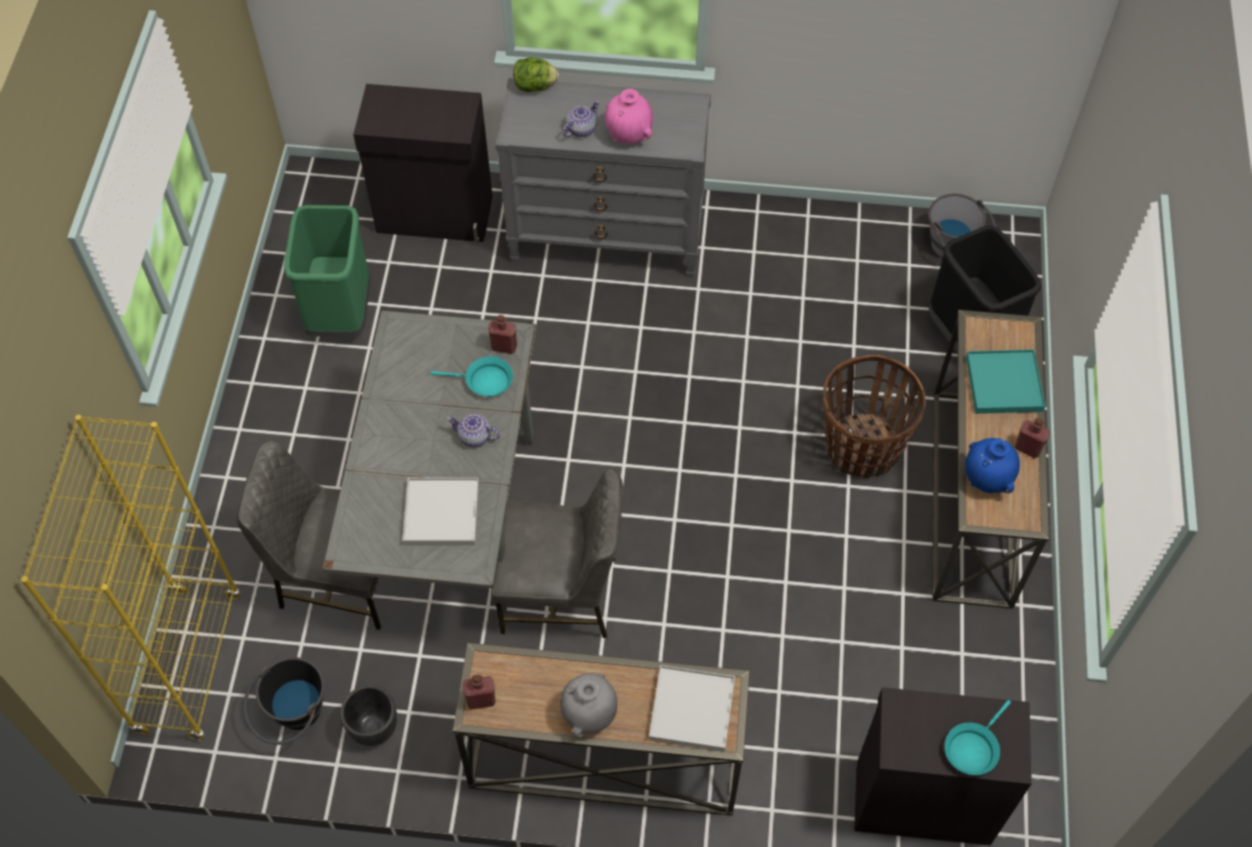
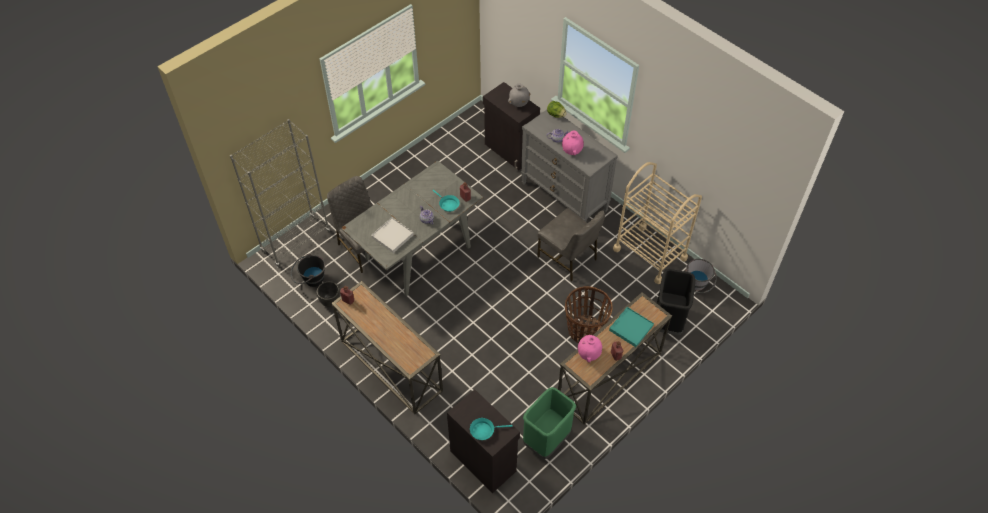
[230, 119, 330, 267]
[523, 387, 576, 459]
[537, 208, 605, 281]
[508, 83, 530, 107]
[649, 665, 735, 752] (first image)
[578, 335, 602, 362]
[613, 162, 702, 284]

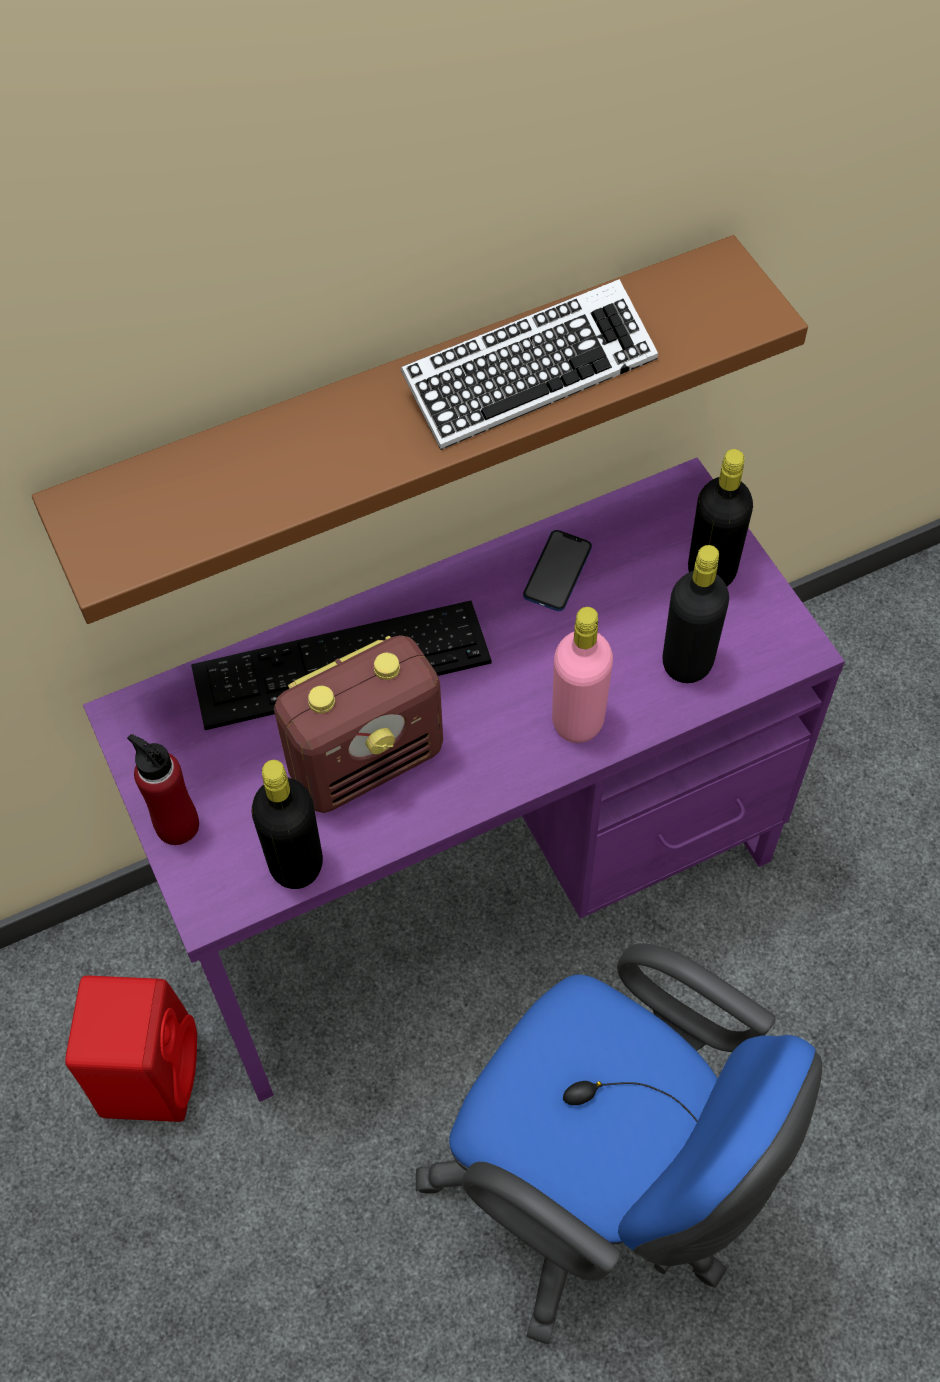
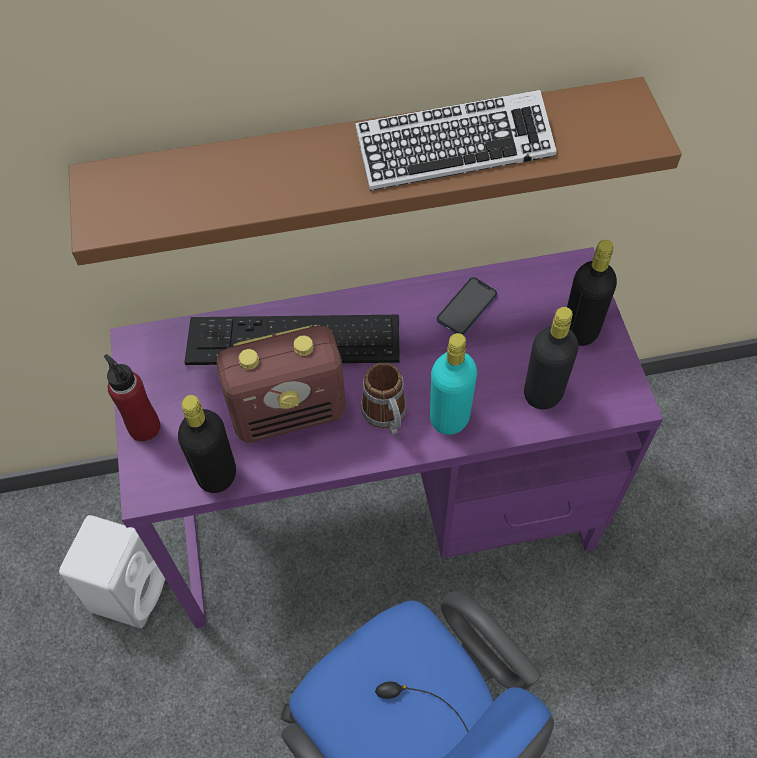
[59, 515, 165, 628]
[430, 333, 477, 435]
[361, 363, 407, 435]

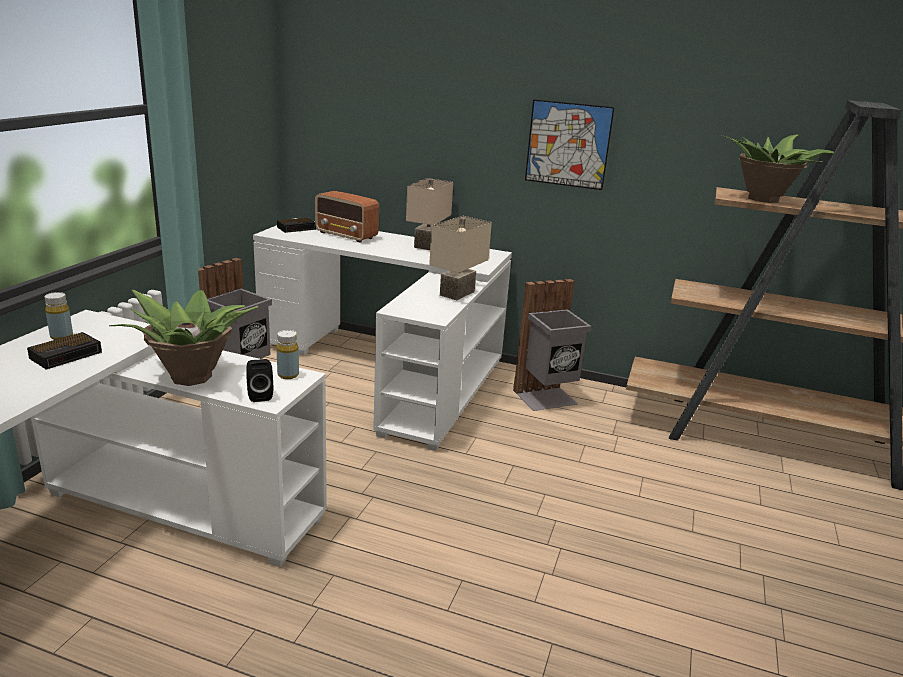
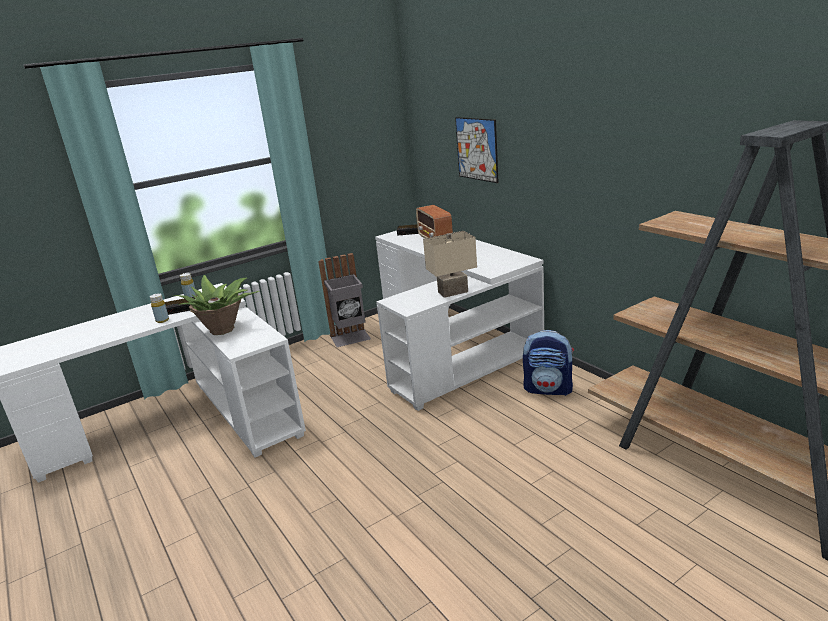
[246, 359, 273, 402] (first image)
[150, 293, 169, 323]
[406, 178, 453, 250] (first image)
[523, 330, 574, 396]
[455, 117, 499, 183]
[721, 134, 834, 203] (first image)

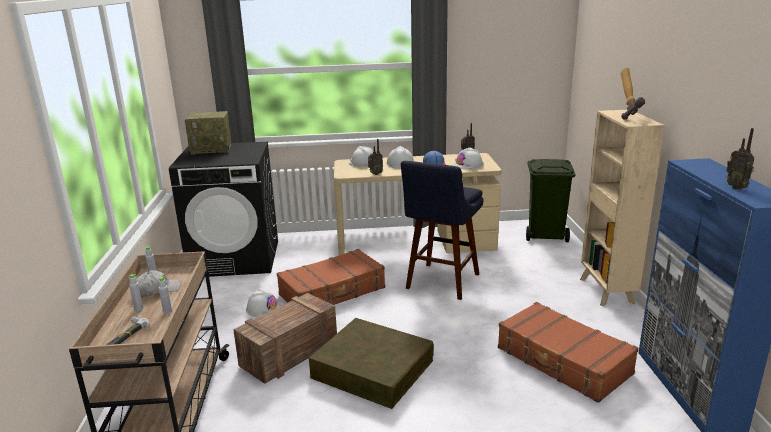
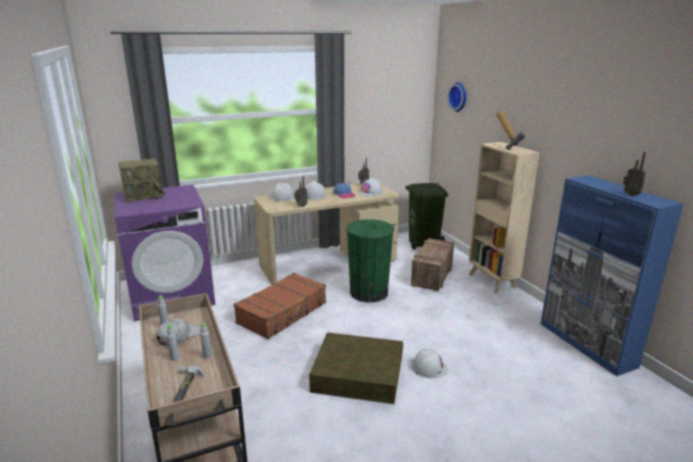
[115, 185, 215, 321]
[411, 238, 454, 291]
[411, 349, 448, 378]
[346, 219, 394, 302]
[498, 302, 638, 403] (first image)
[448, 82, 467, 112]

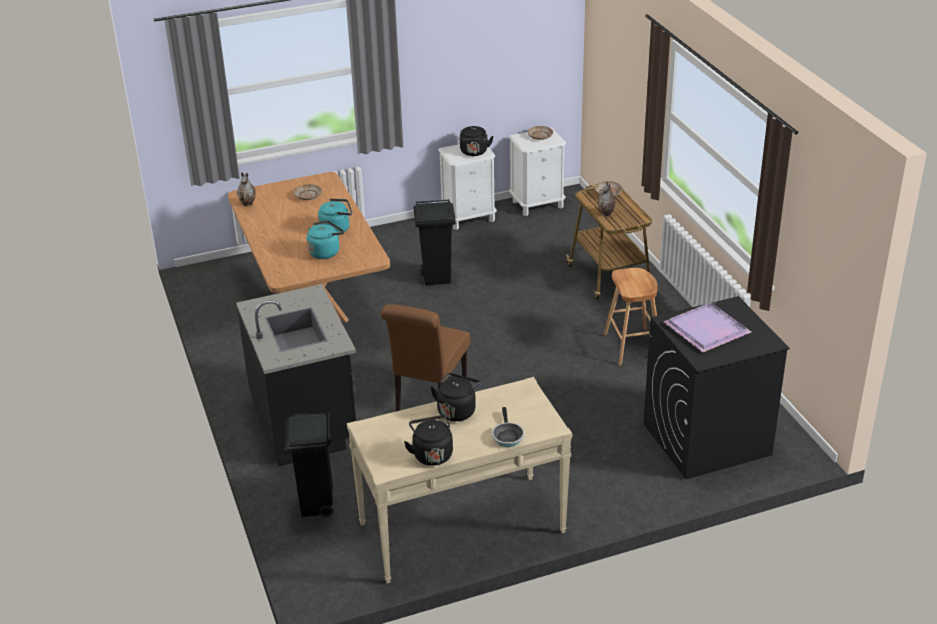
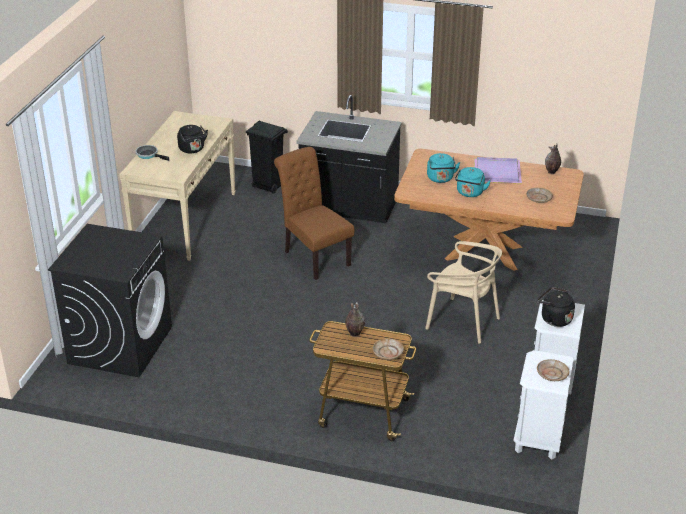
[404, 415, 453, 466] (first image)
[425, 241, 502, 344]
[604, 268, 658, 365] (first image)
[474, 157, 522, 183]

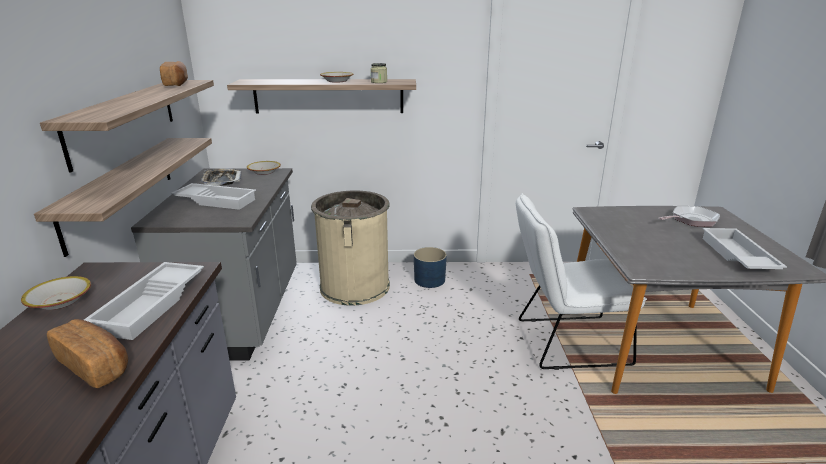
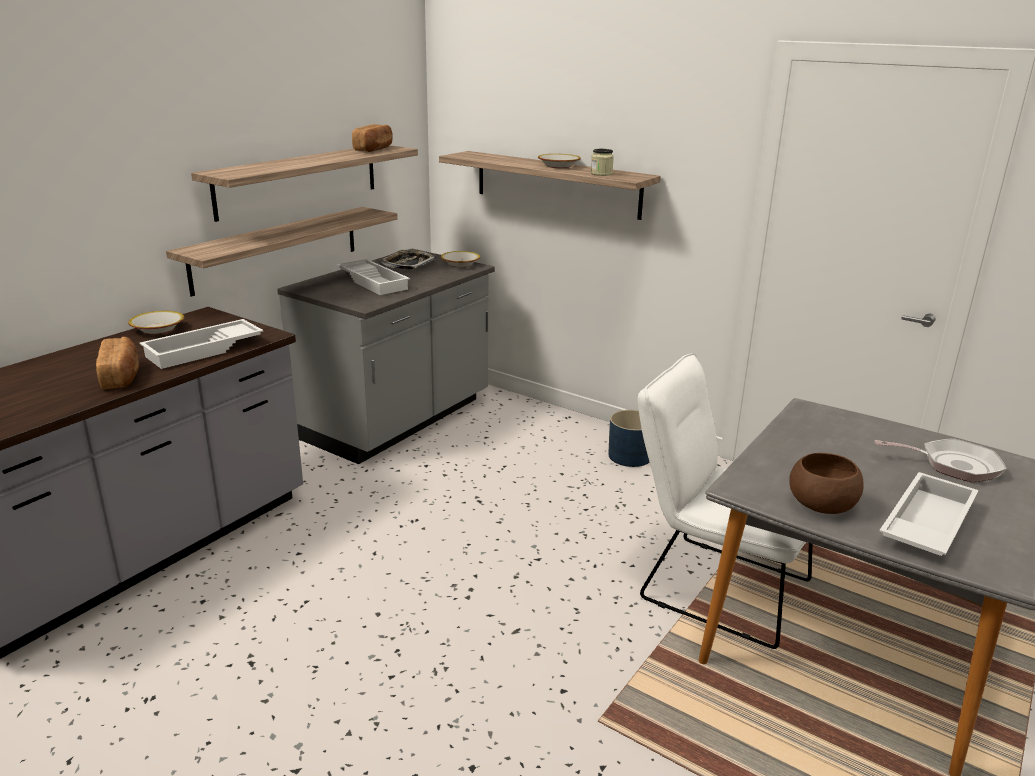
[311, 191, 390, 306] (first image)
[789, 453, 864, 514]

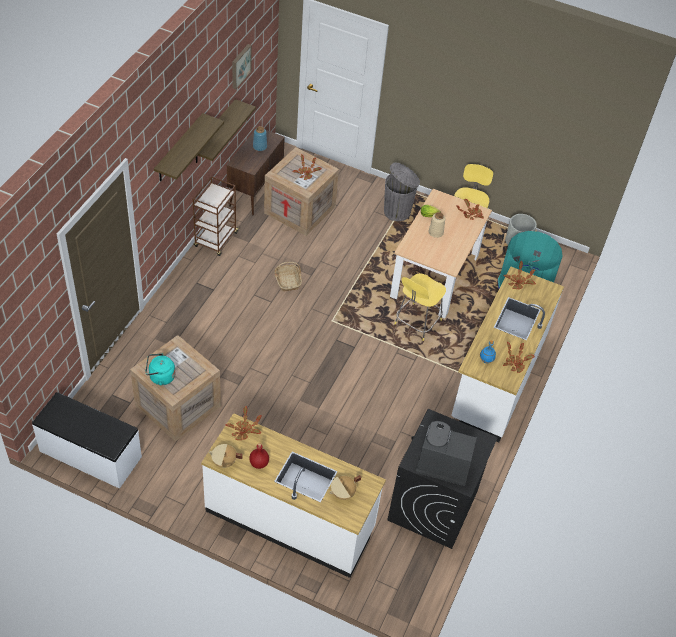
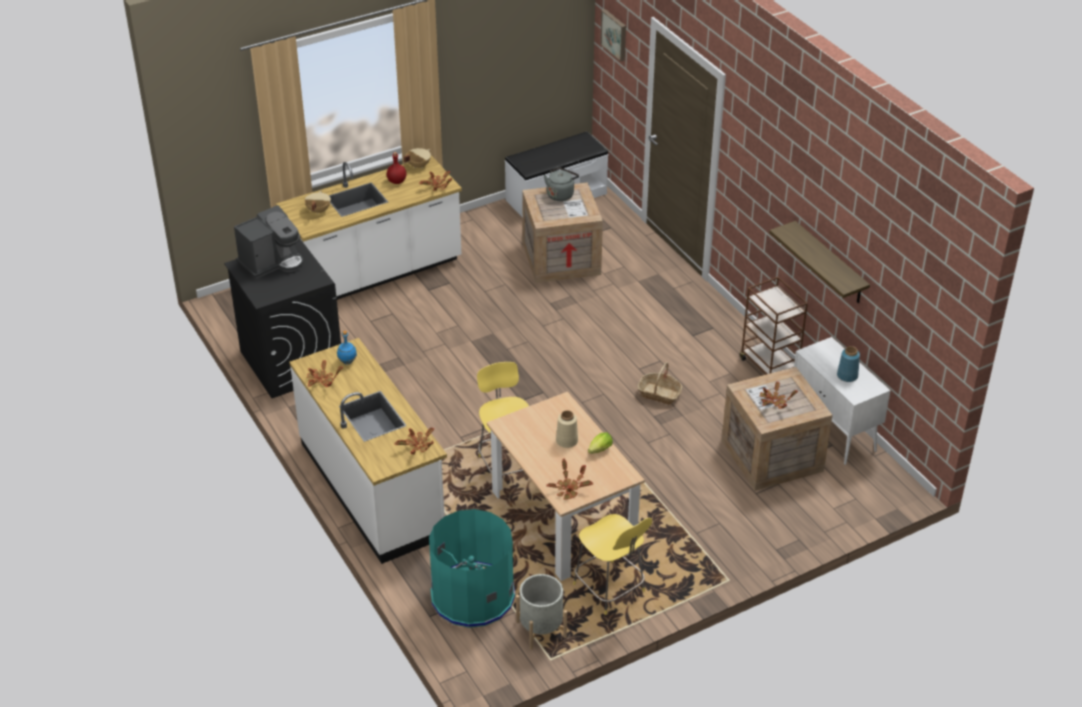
[544, 167, 579, 201]
[154, 113, 224, 181] (first image)
[794, 337, 891, 465]
[600, 9, 626, 62]
[384, 162, 420, 221] (first image)

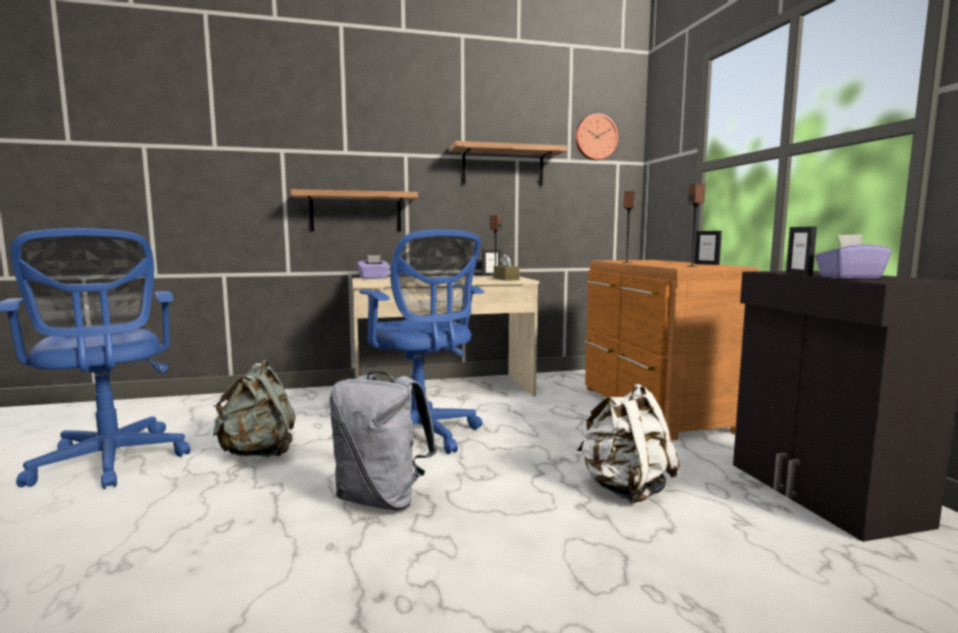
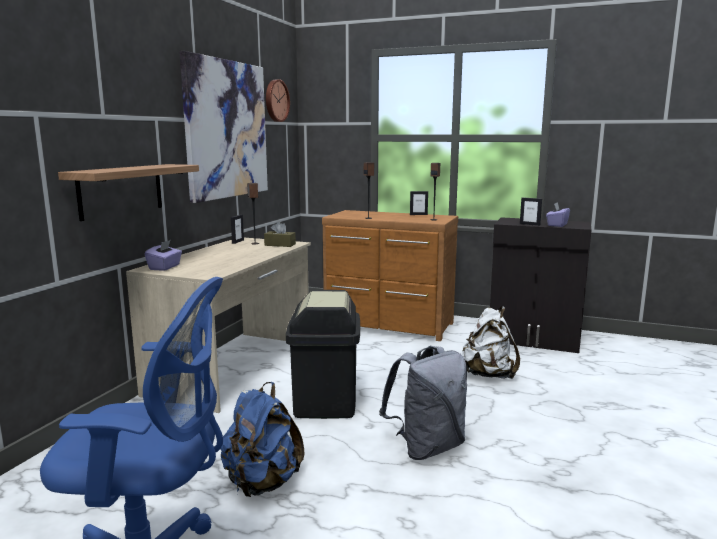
[221, 382, 304, 497]
[286, 290, 360, 419]
[180, 51, 268, 203]

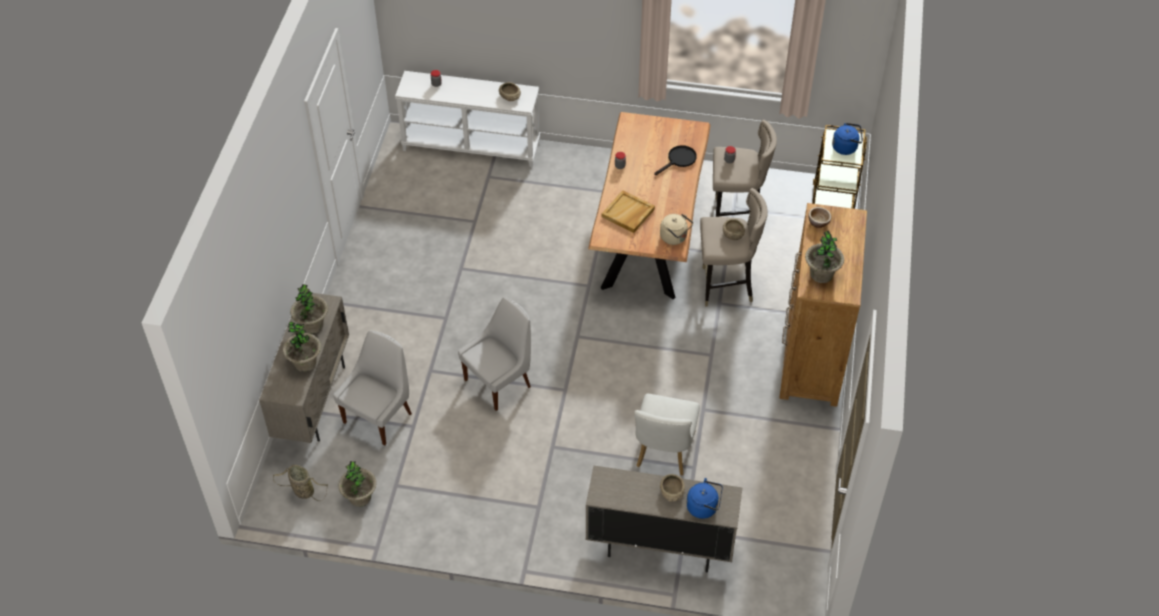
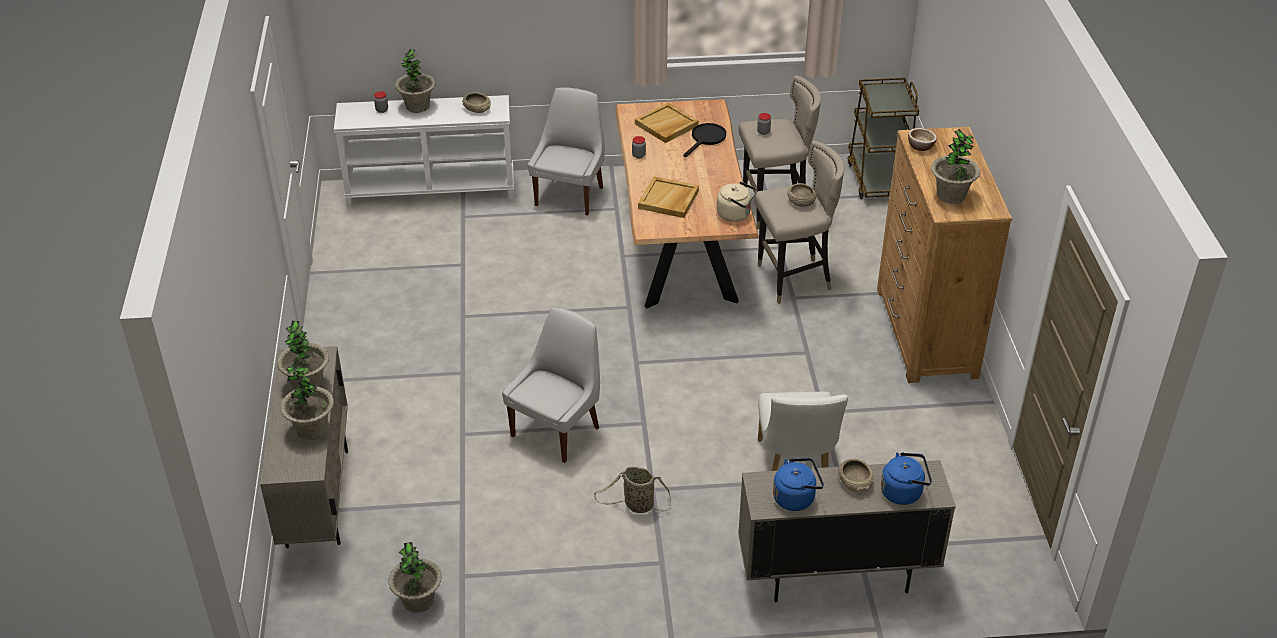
[594, 467, 671, 513]
[528, 87, 605, 215]
[773, 458, 824, 511]
[395, 49, 436, 113]
[635, 103, 699, 143]

